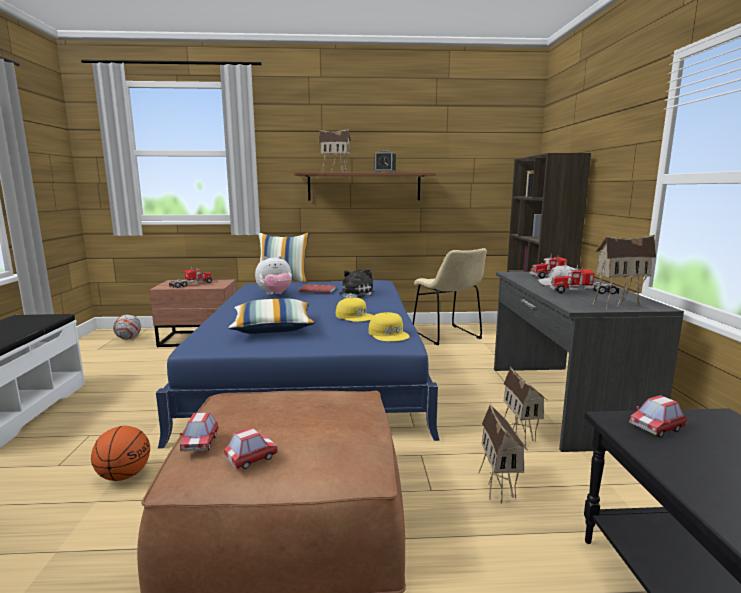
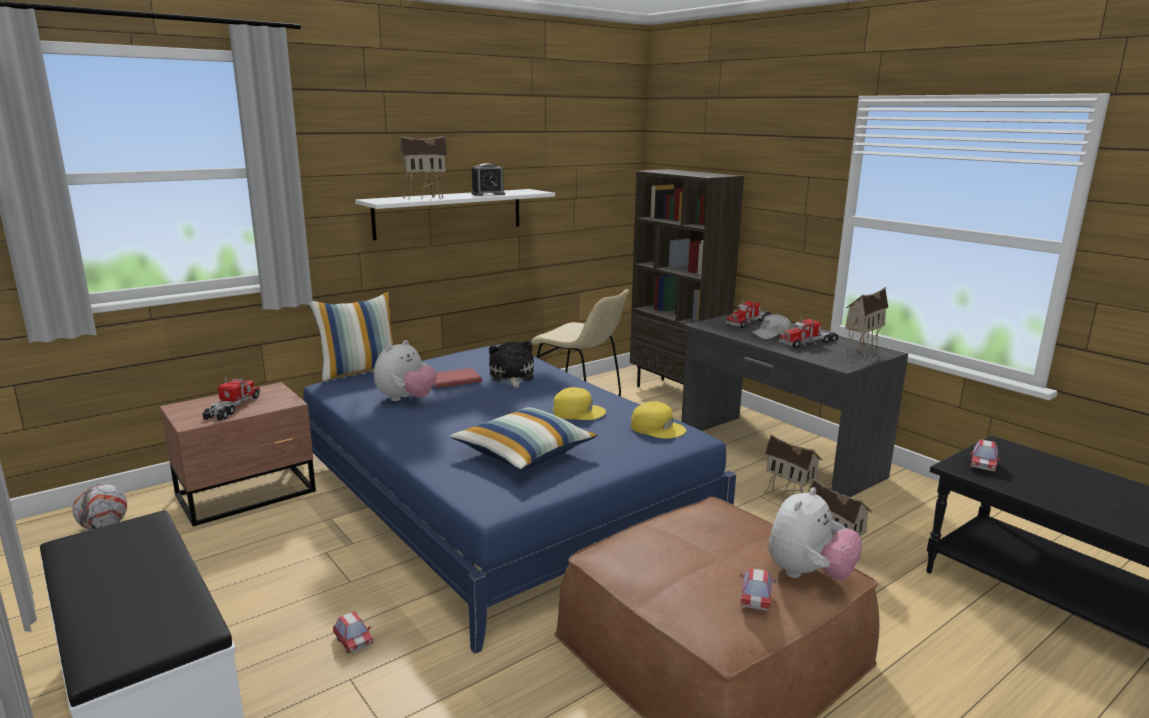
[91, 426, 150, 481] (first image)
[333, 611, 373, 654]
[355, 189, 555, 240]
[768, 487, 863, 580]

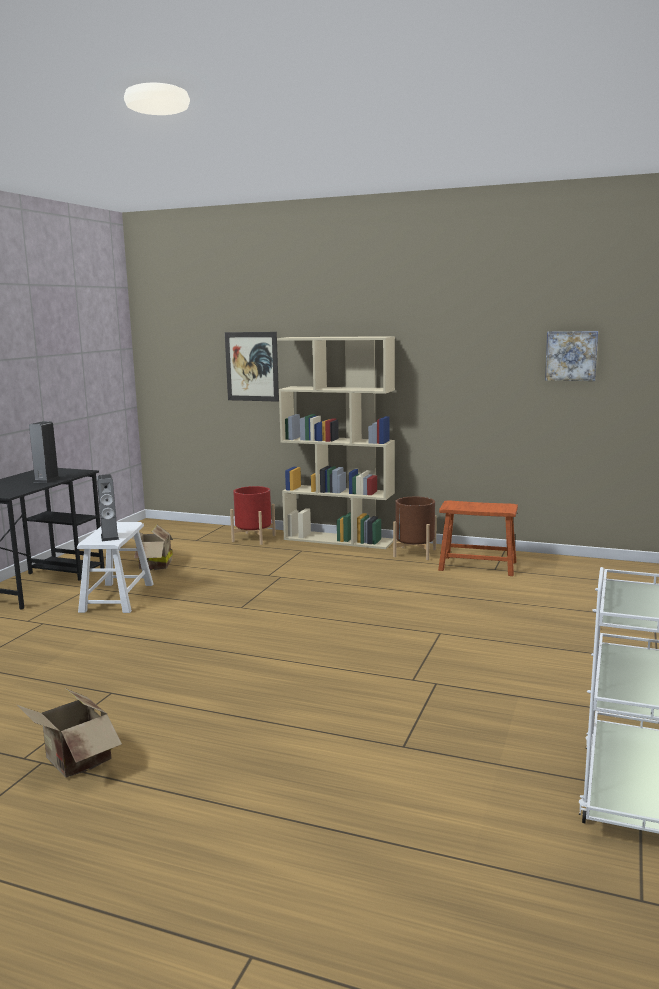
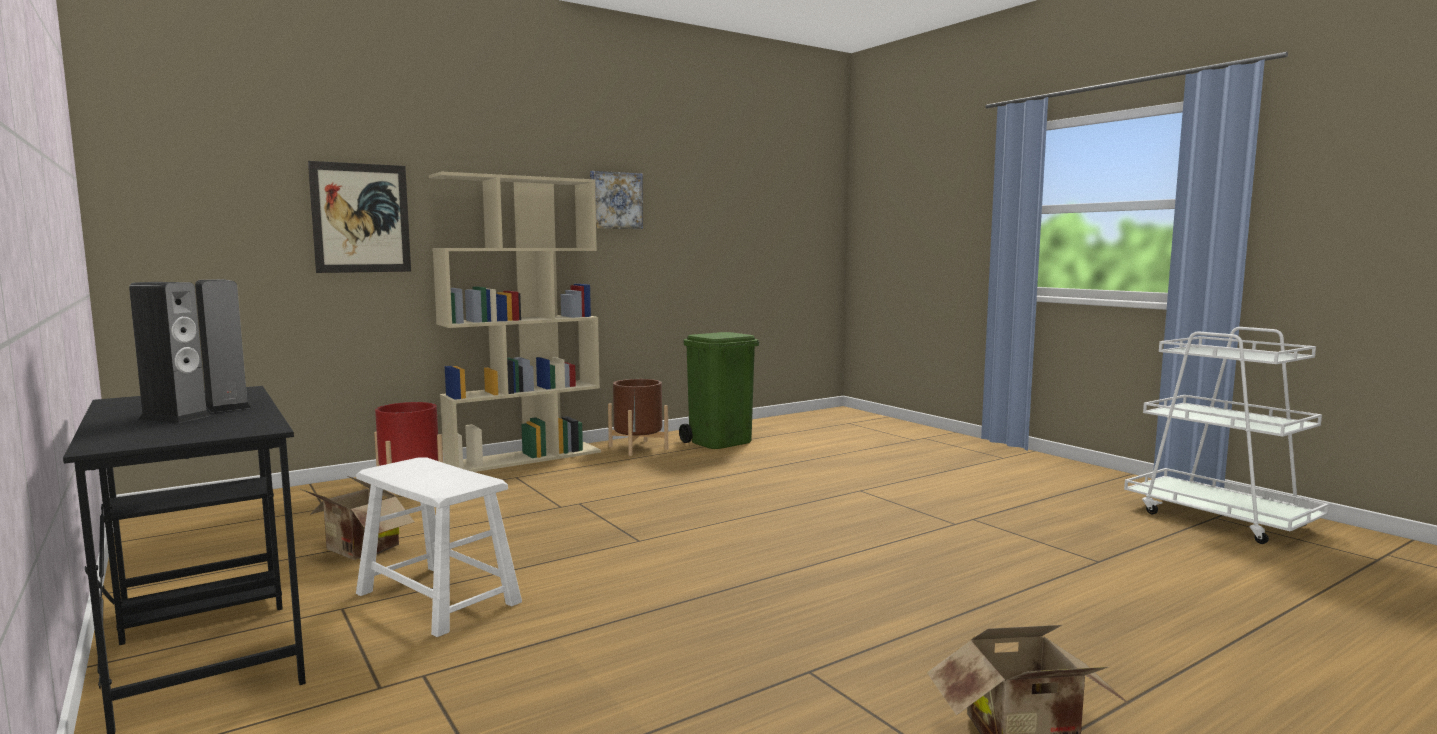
[129, 282, 212, 423]
[679, 332, 759, 449]
[590, 171, 643, 229]

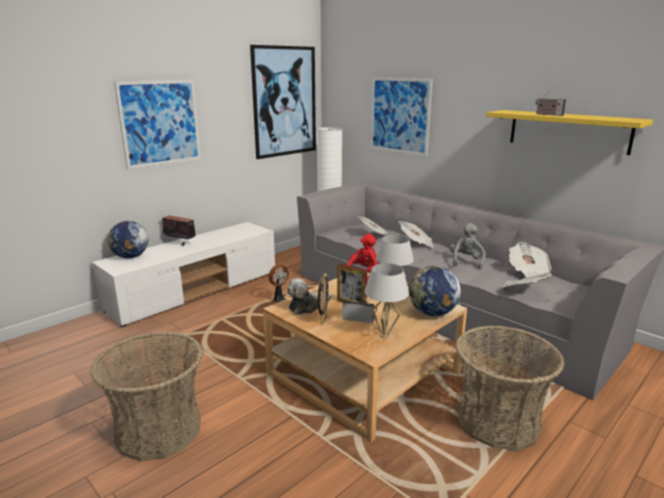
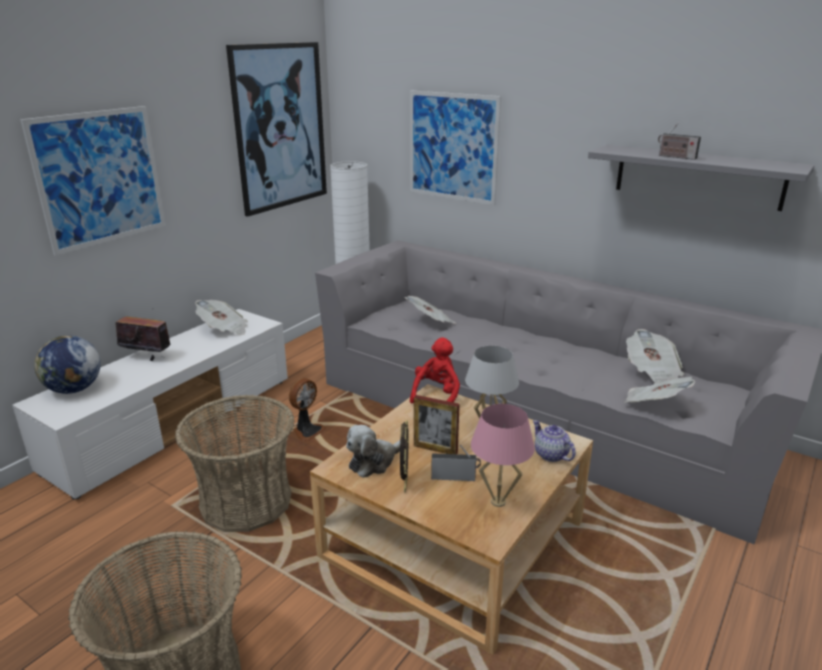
[471, 404, 535, 507]
[195, 300, 248, 335]
[533, 420, 576, 462]
[449, 223, 486, 269] (first image)
[175, 395, 295, 532]
[588, 145, 815, 211]

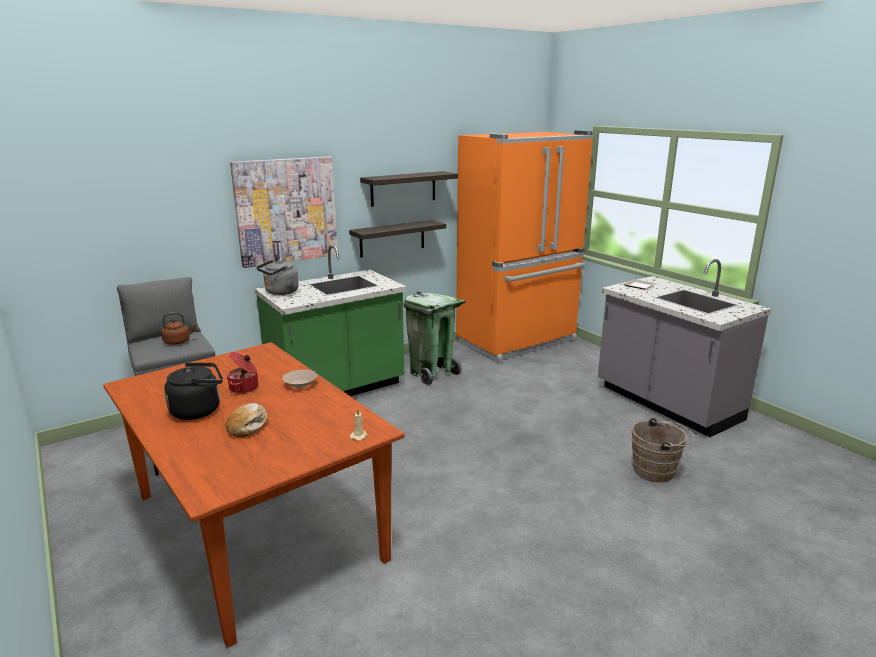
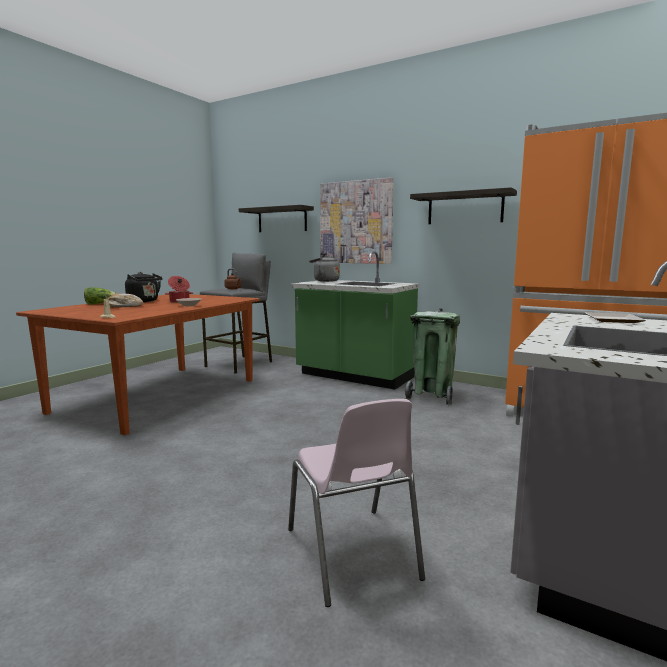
[239, 205, 314, 232]
[288, 399, 425, 607]
[84, 287, 117, 305]

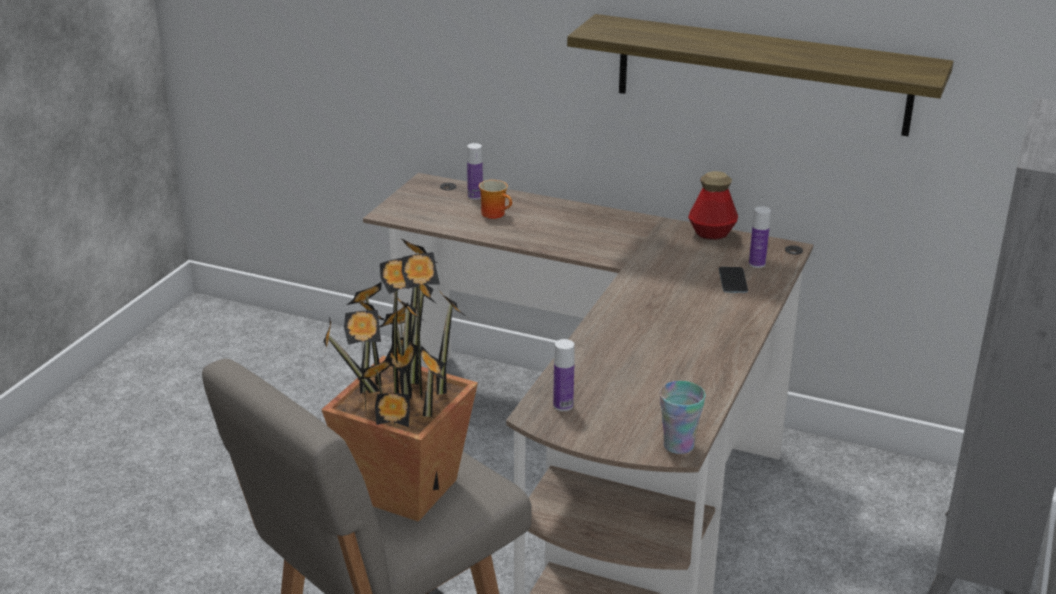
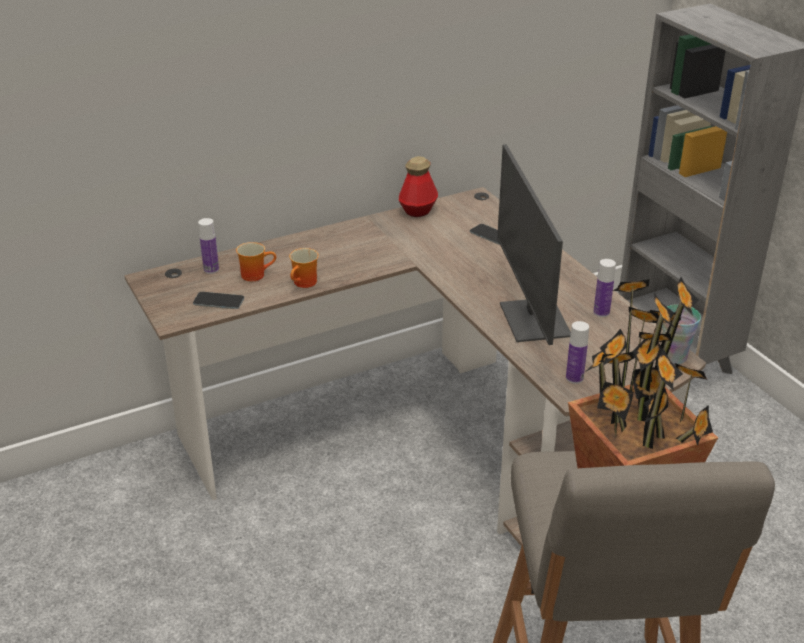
[567, 14, 954, 136] (first image)
[594, 259, 616, 317]
[193, 292, 244, 309]
[289, 248, 319, 288]
[497, 144, 571, 345]

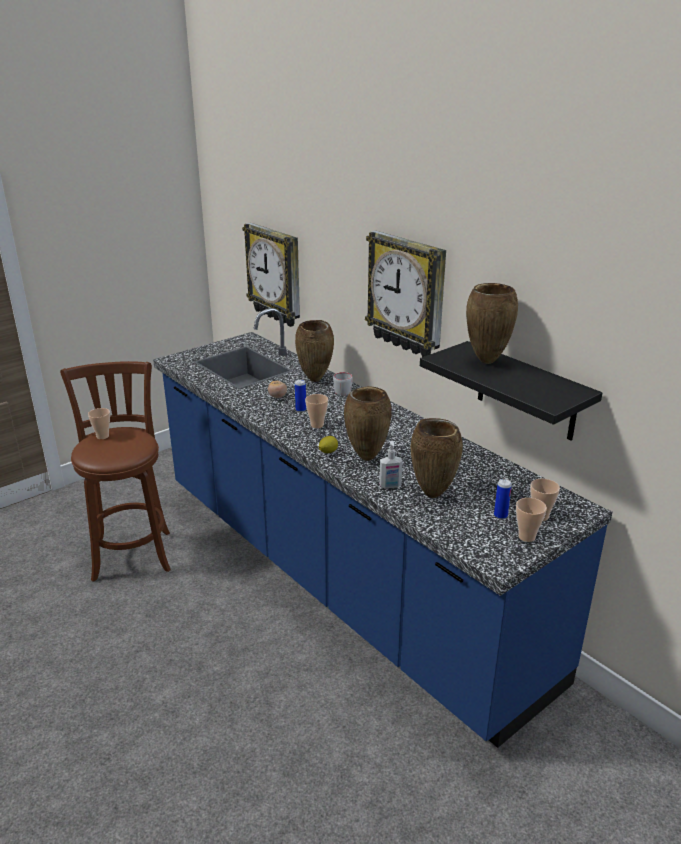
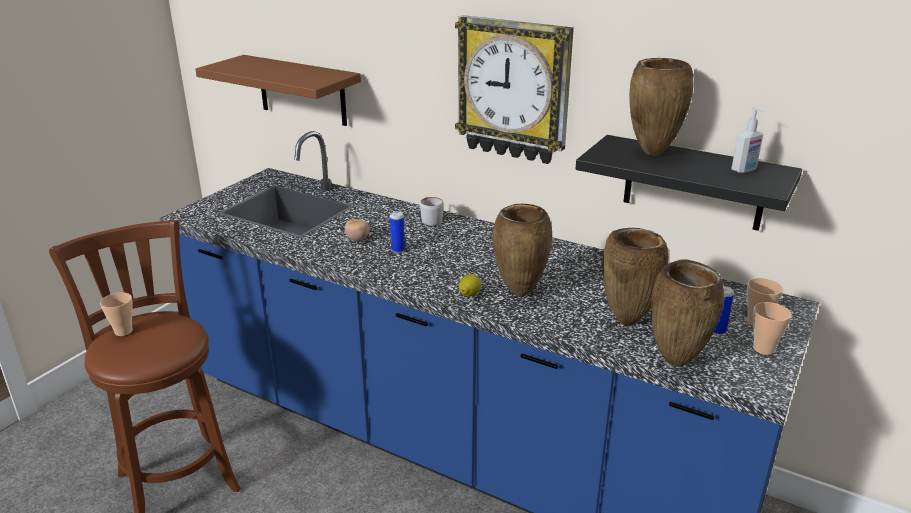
[195, 55, 361, 126]
[651, 259, 725, 367]
[305, 394, 328, 428] (first image)
[731, 108, 764, 173]

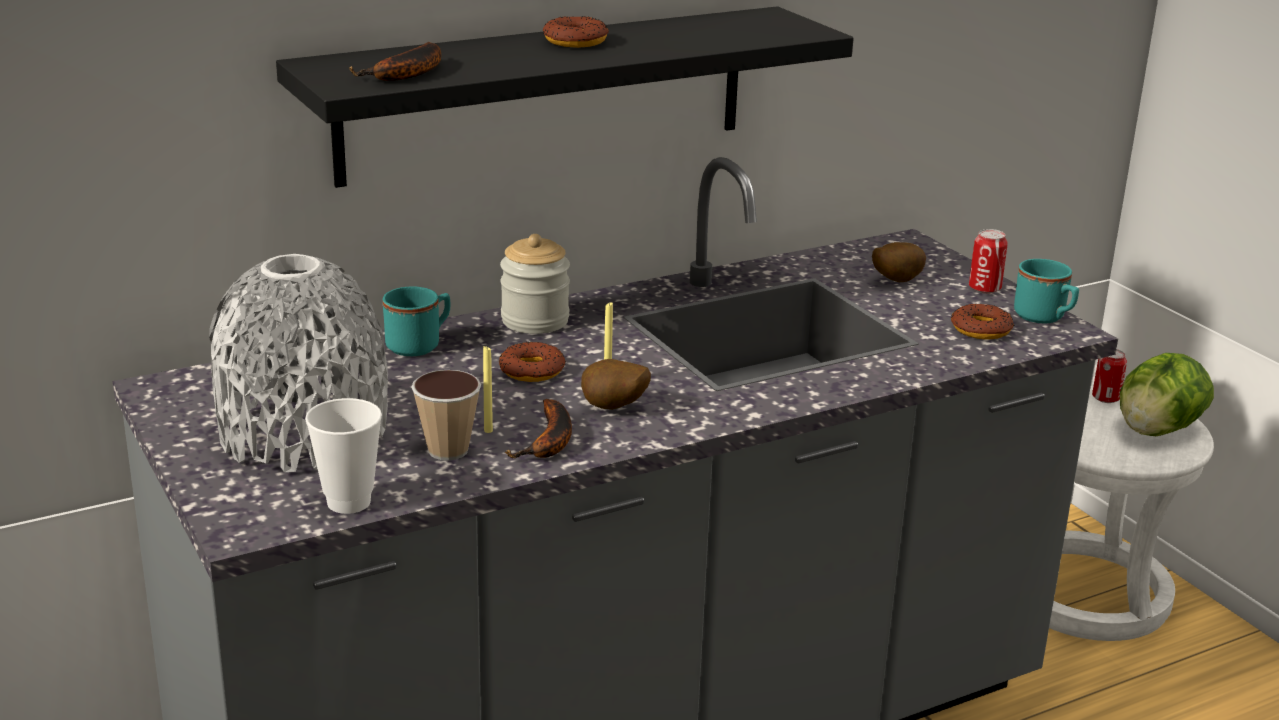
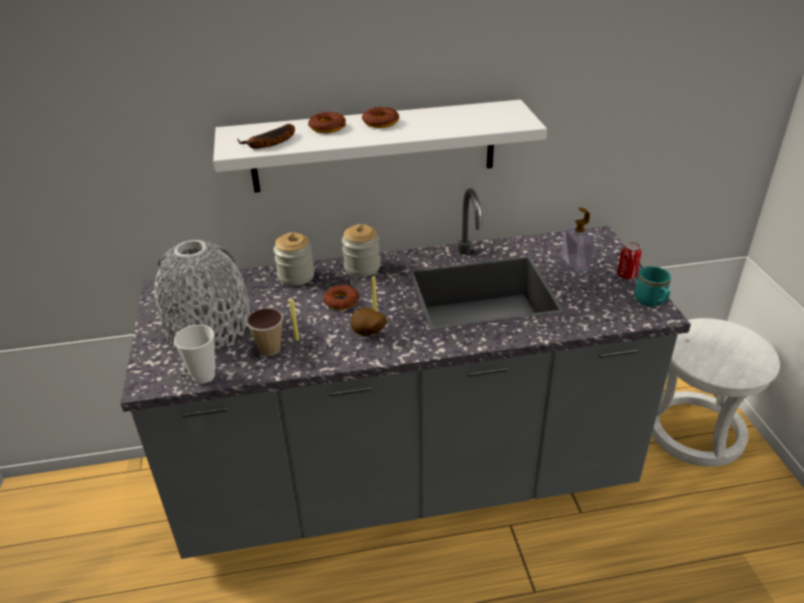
[213, 100, 547, 193]
[274, 232, 314, 286]
[505, 399, 572, 459] (first image)
[561, 208, 594, 273]
[308, 112, 346, 133]
[1092, 349, 1127, 403] (first image)
[1120, 353, 1214, 436] (first image)

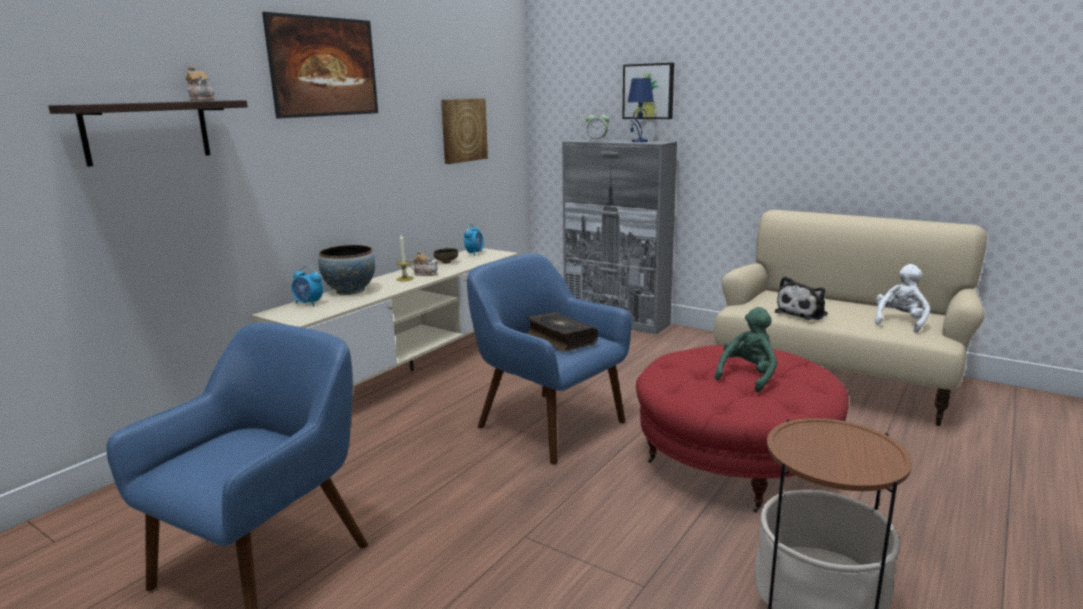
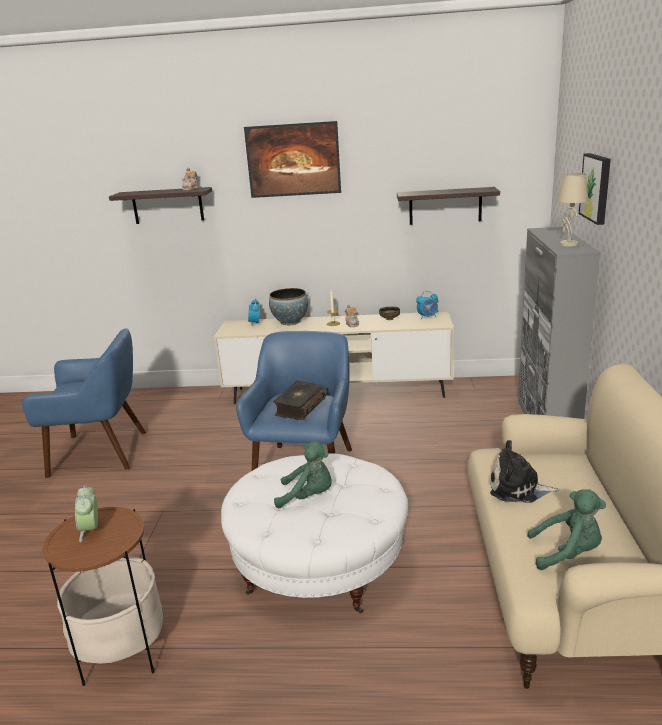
[397, 187, 500, 225]
[75, 486, 98, 542]
[557, 173, 588, 246]
[221, 453, 408, 613]
[527, 489, 606, 570]

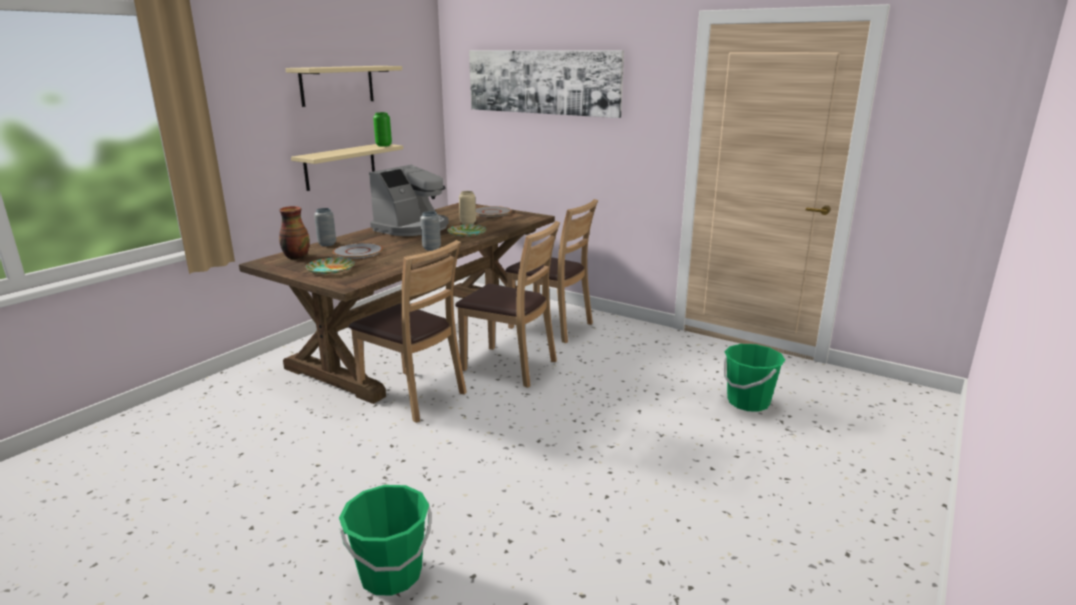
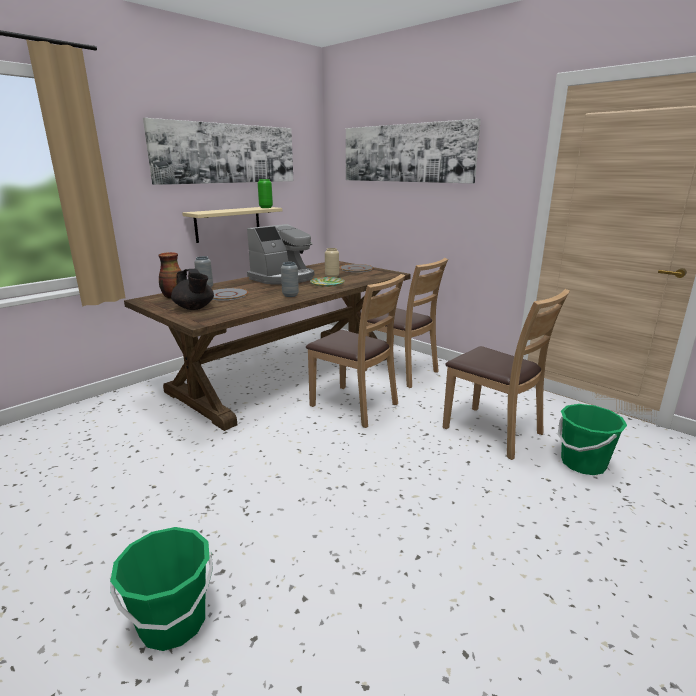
[143, 118, 293, 185]
[171, 269, 214, 310]
[443, 289, 570, 460]

